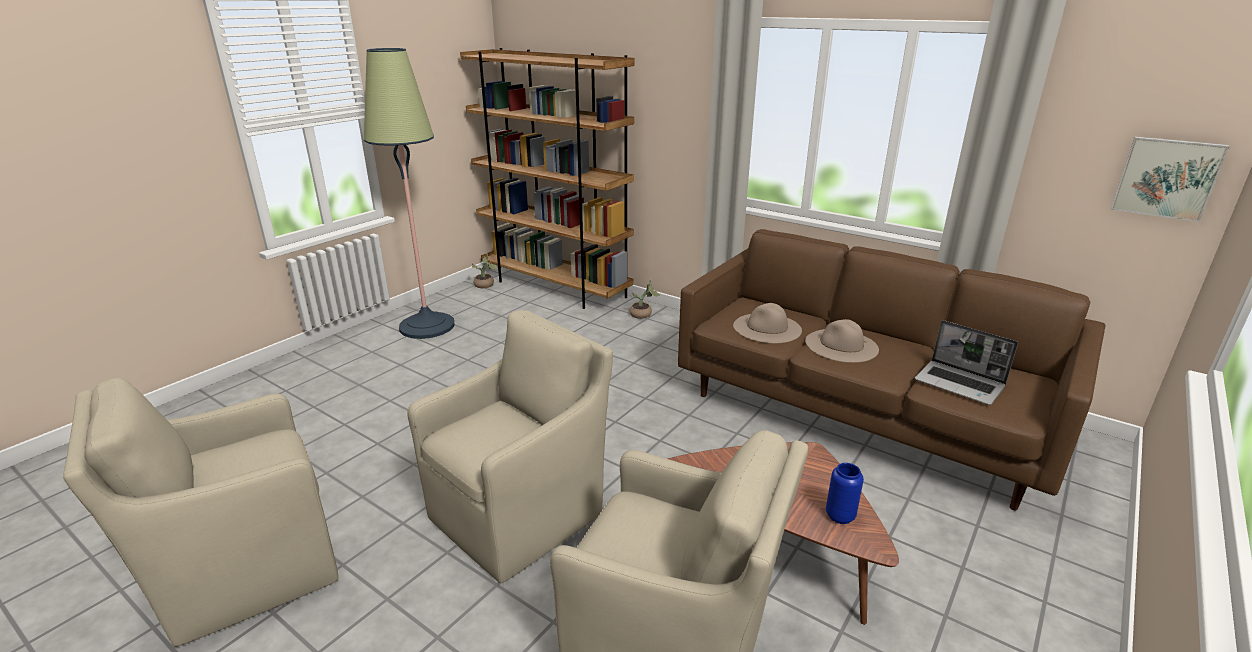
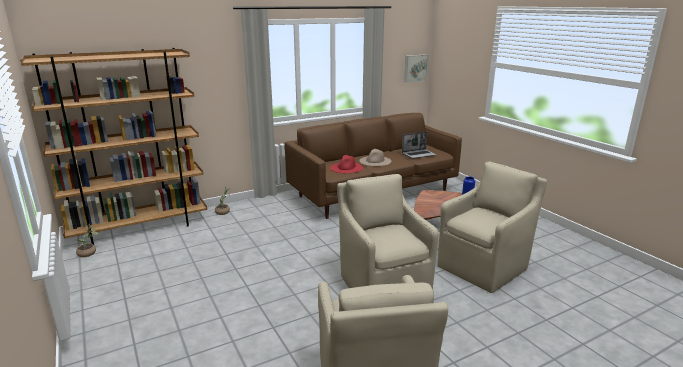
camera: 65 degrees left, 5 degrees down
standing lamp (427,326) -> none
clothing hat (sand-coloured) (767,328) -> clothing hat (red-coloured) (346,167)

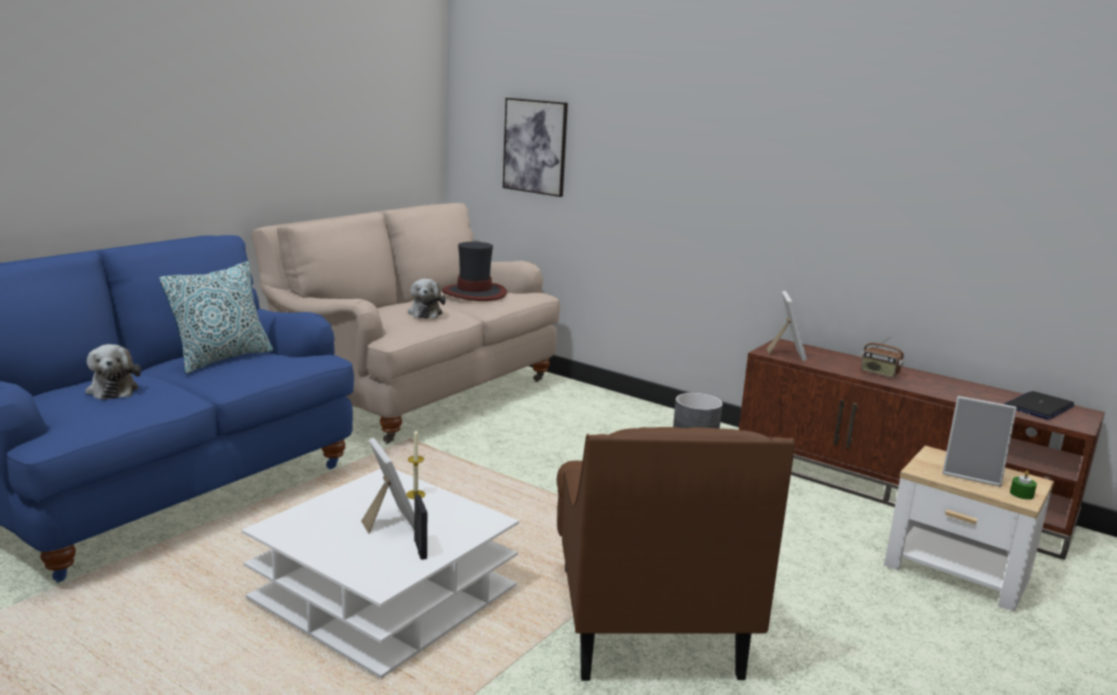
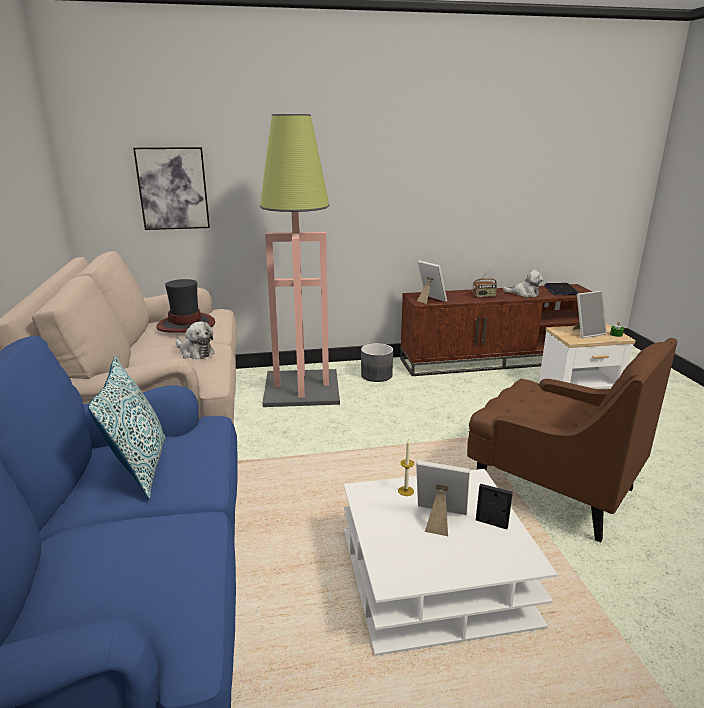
camera: 45 degrees left, 5 degrees up
soft toy (113,389) -> soft toy (524,294), shifted
none -> standing lamp (302,388)

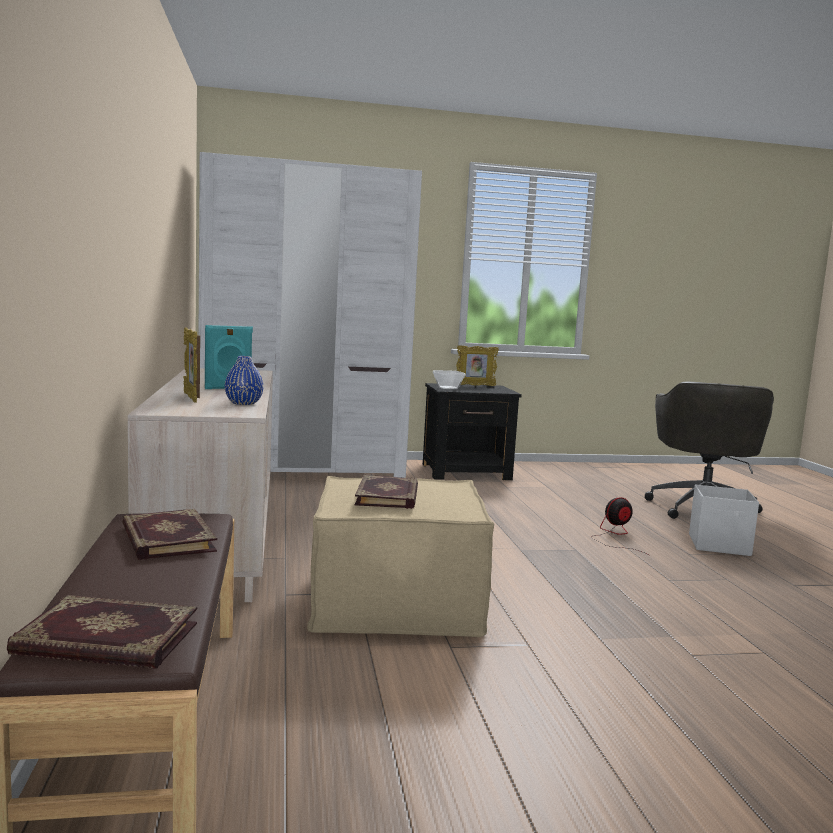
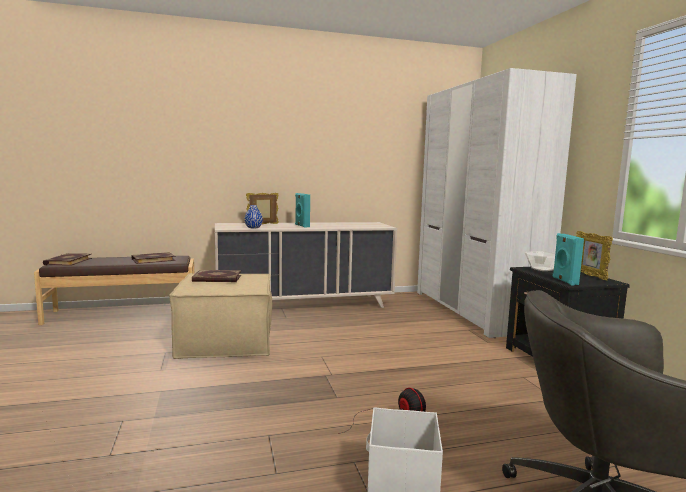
camera: 85 degrees right, 0 degrees up
none -> speaker (turquoise-coloured) (564,281)

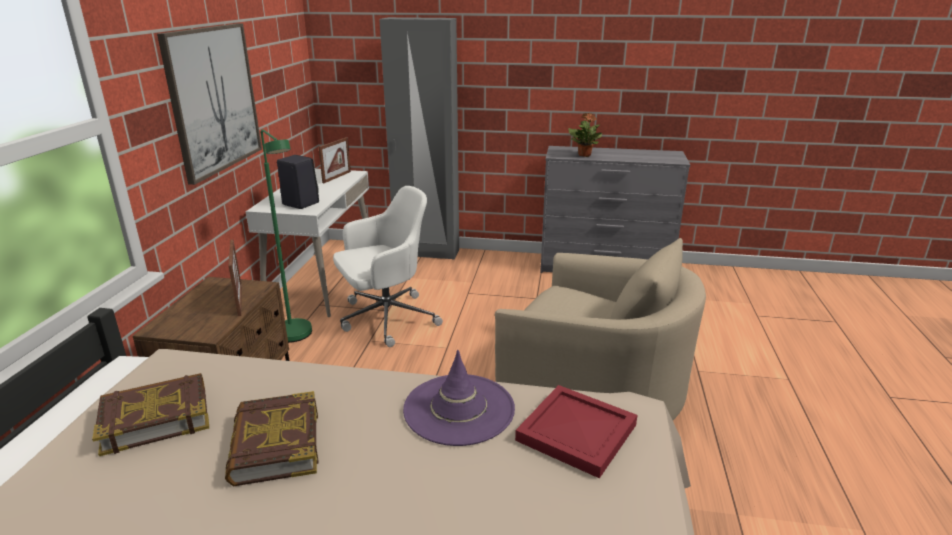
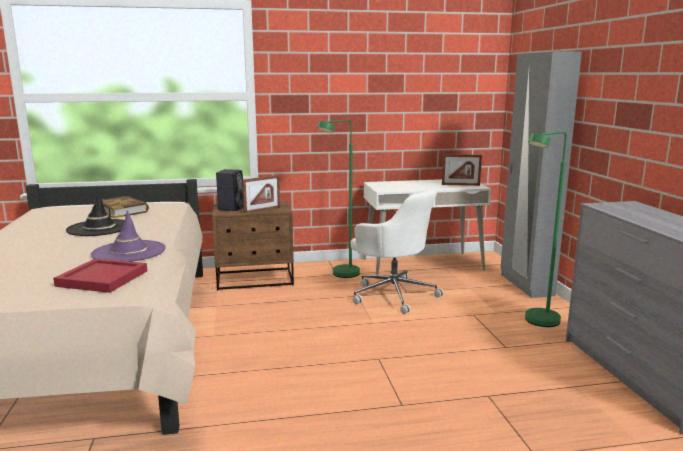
camera: 70 degrees right, 10 degrees down
wall picture (213,99) -> none
volume (275,444) -> clothing hat (black) (99,228)
speaker (black) (299,203) -> speaker (black) (231,208), shifted
easy chair (sand-coloured) (595,387) -> none
plant in a pot (584,155) -> none
none -> standing lamp (green-coloured) (537,322)

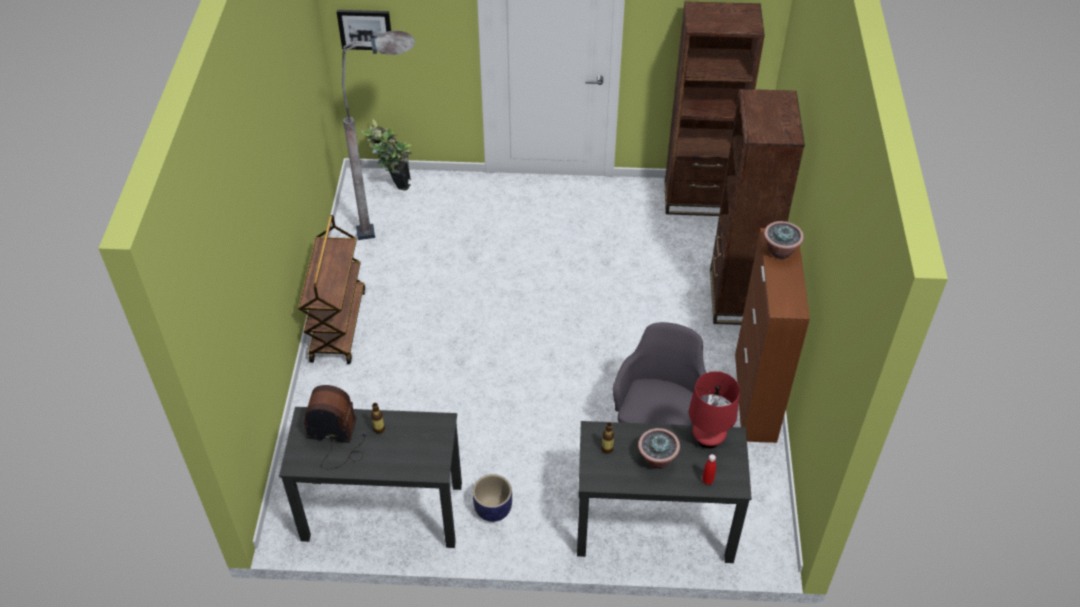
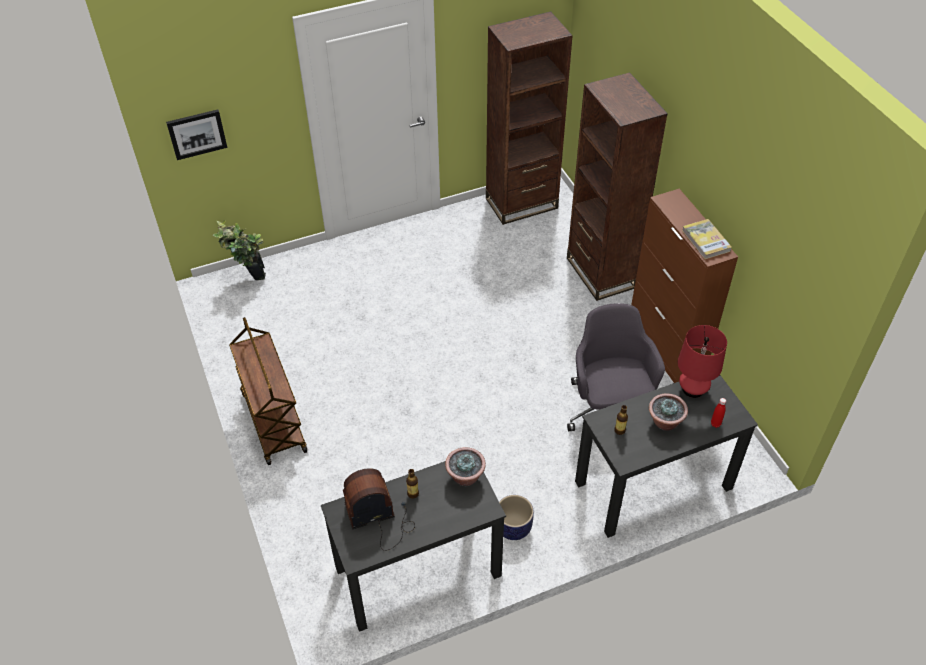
camera: 25 degrees left, 0 degrees up
standing lamp (greyish) (400,229) -> none
plant in a pot (780,251) -> plant in a pot (465,477), shifted
none -> volume (706,241)

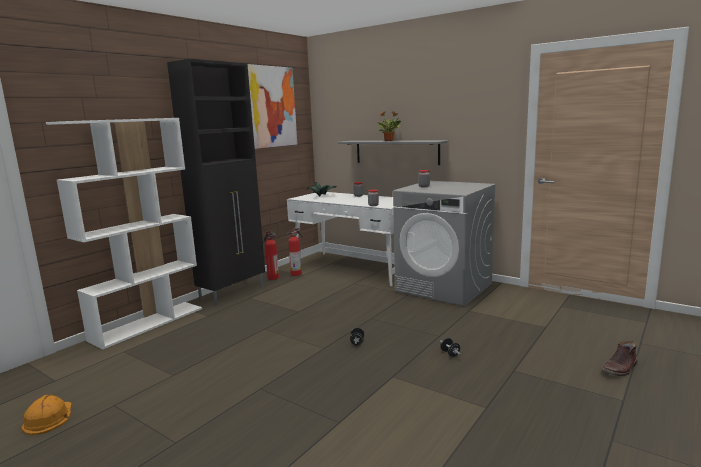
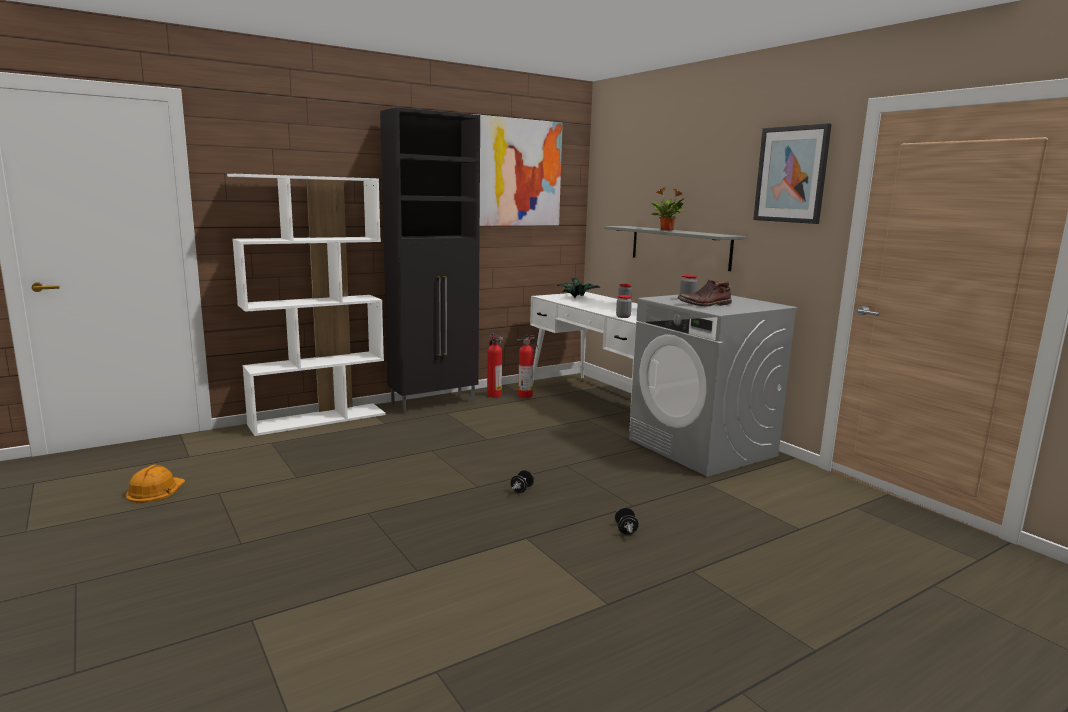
camera: 20 degrees right, 0 degrees up
tall boot (brownish) (620,368) -> tall boot (brownish) (705,304), shifted
none -> wall picture (791,174)

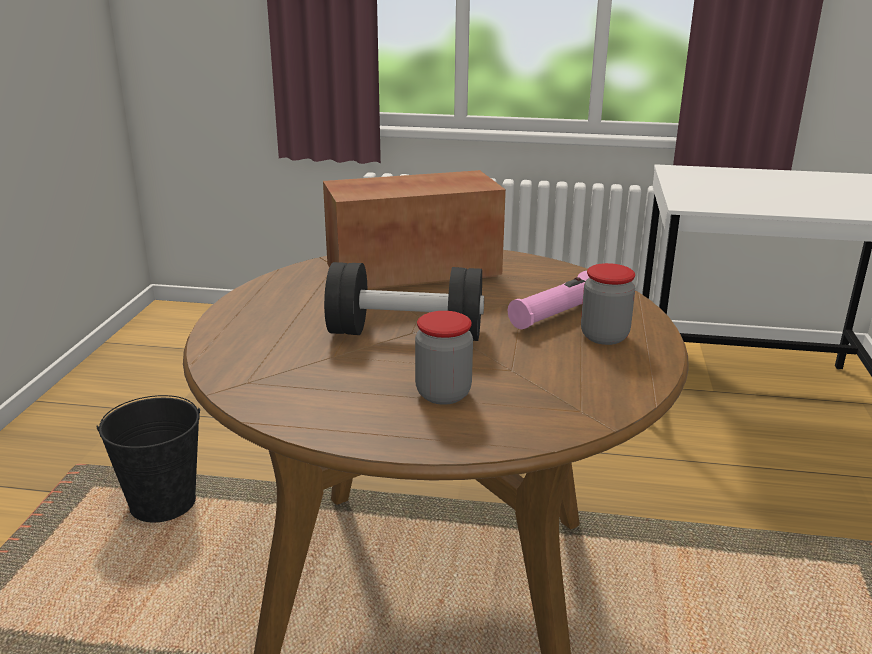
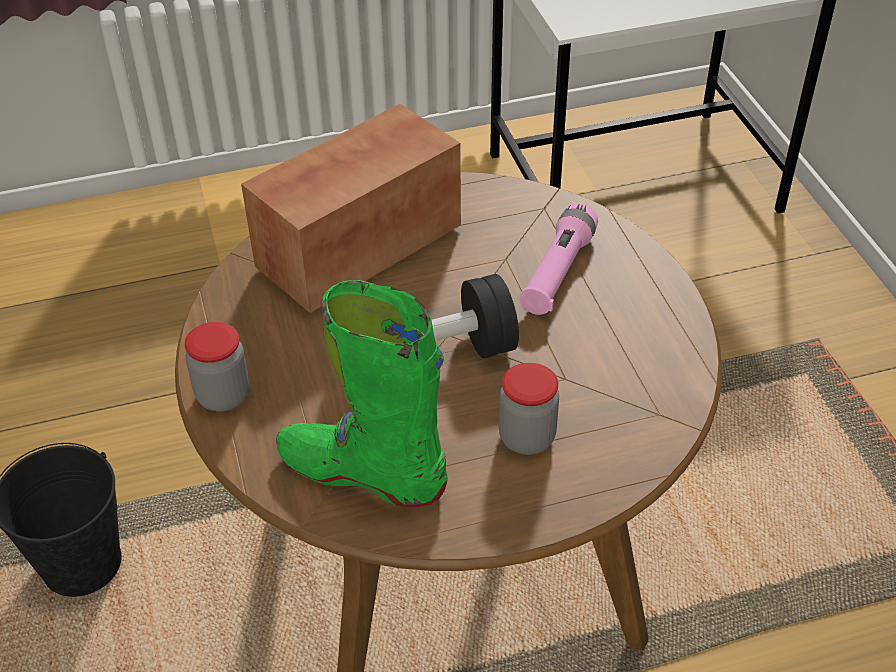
camera: 25 degrees left, 20 degrees up
storage jar (604,336) -> storage jar (223,396), shifted
none -> tall boot (green-coloured) (363,473)

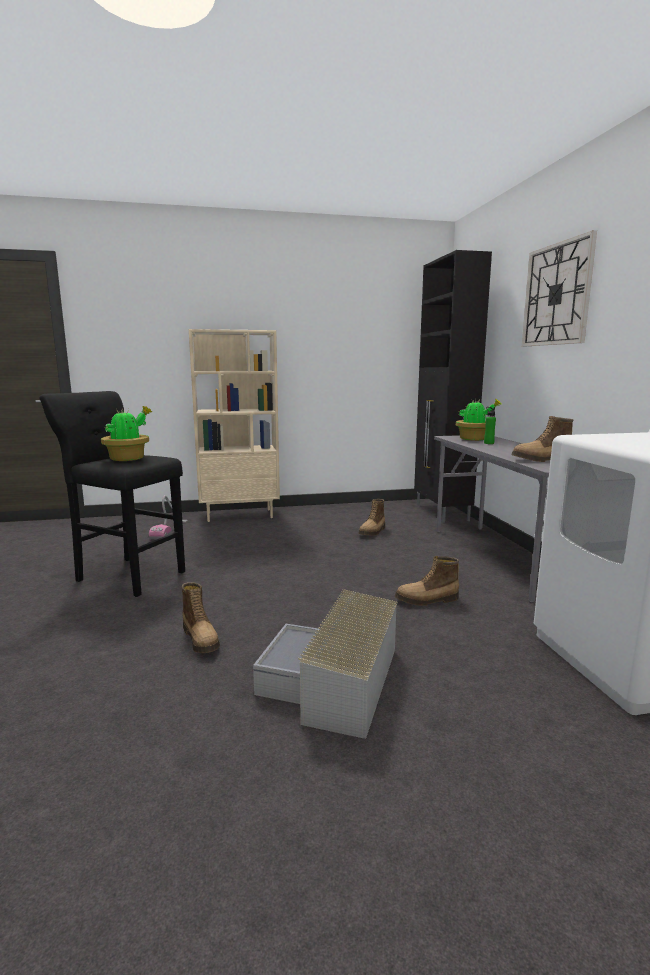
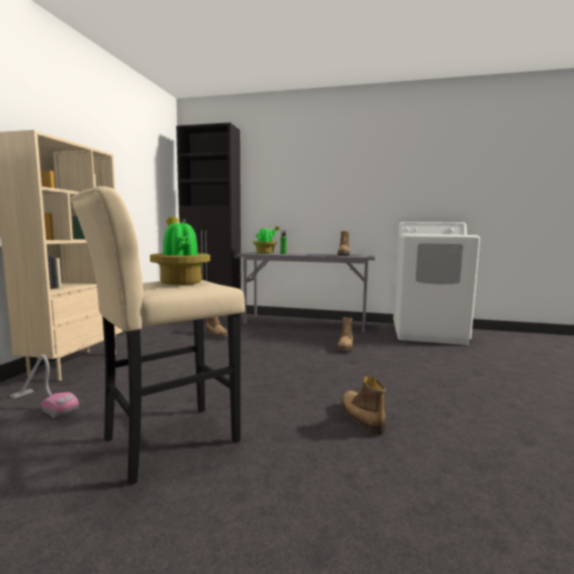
camera: 65 degrees left, 5 degrees down
stool (black) (128,575) -> stool (sand-coloured) (164,443)
tall boot (201,639) -> tall boot (360,418), 105 degrees counterclockwise
storage box (greyish) (334,682) -> none
hanging clock (557,294) -> none

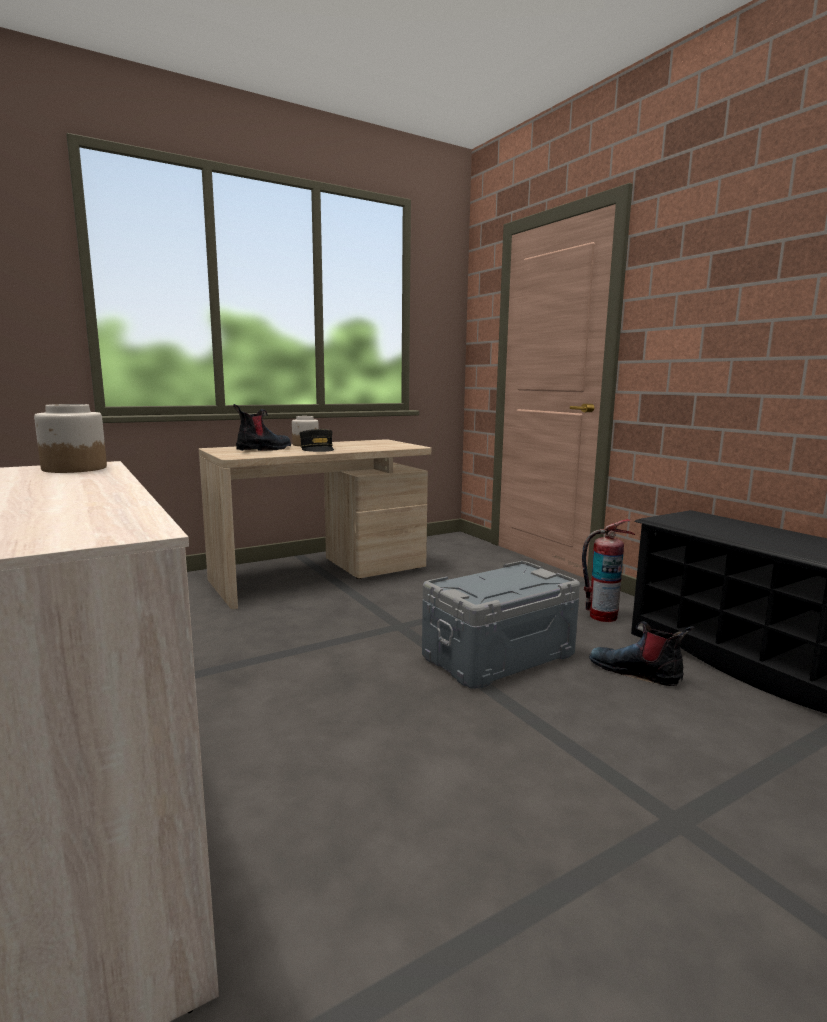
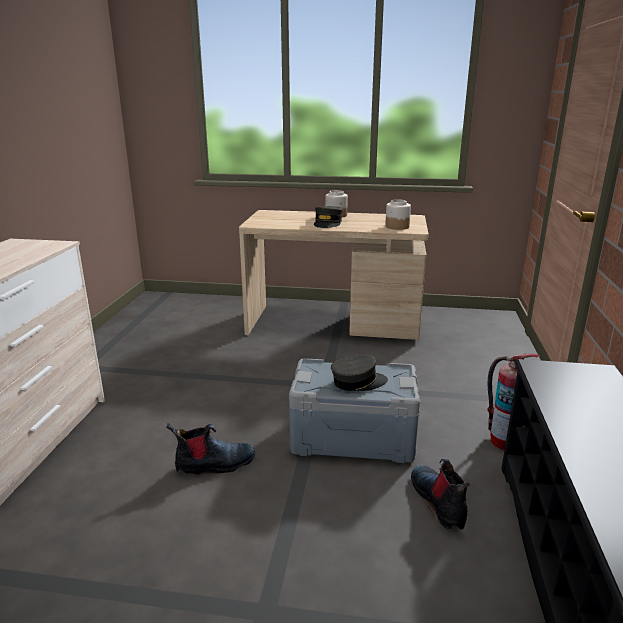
camera: 40 degrees right, 10 degrees up
storage jar (74,468) -> storage jar (397,226), shifted
tall boot (264,449) -> tall boot (214,465), shifted
none -> baseball cap (greyish) (358,382)

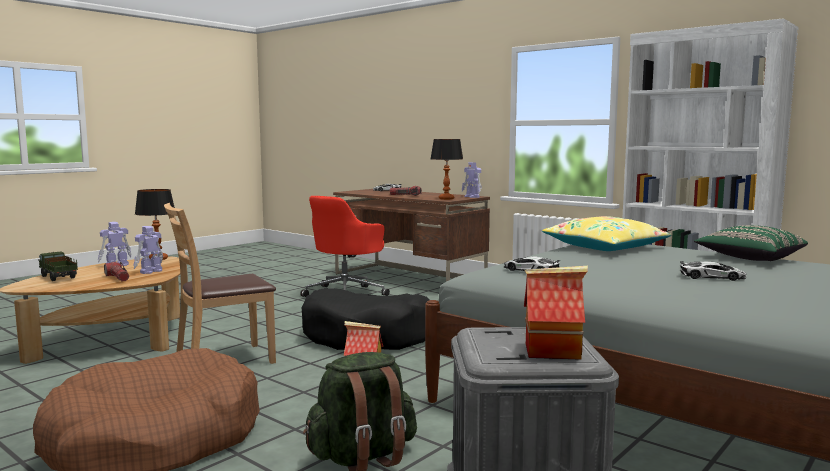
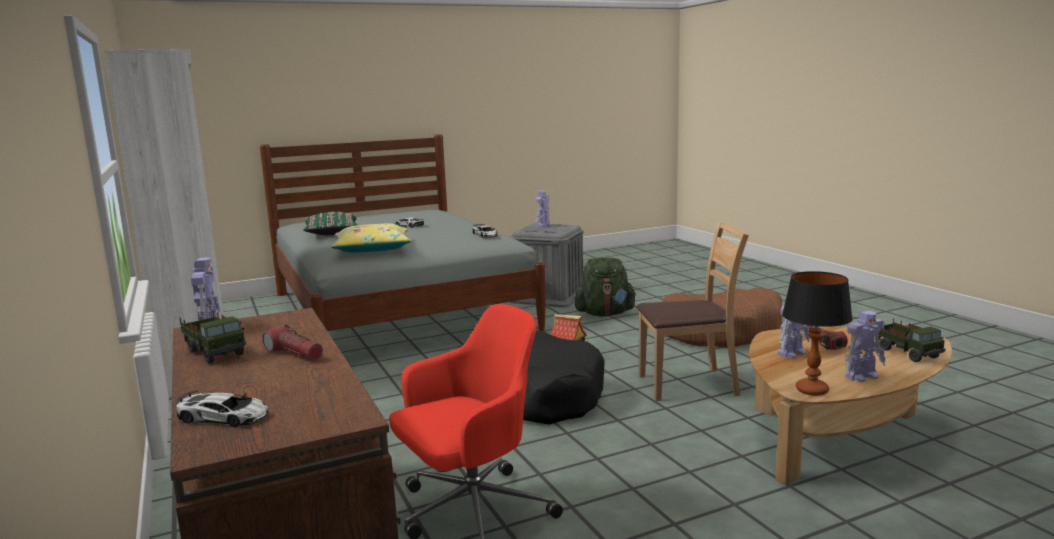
camera: 155 degrees left, 5 degrees up
tabletop lamp (446,199) -> none
toy house (553,351) -> robot figure (543,225)
none -> toy truck (215,352)

